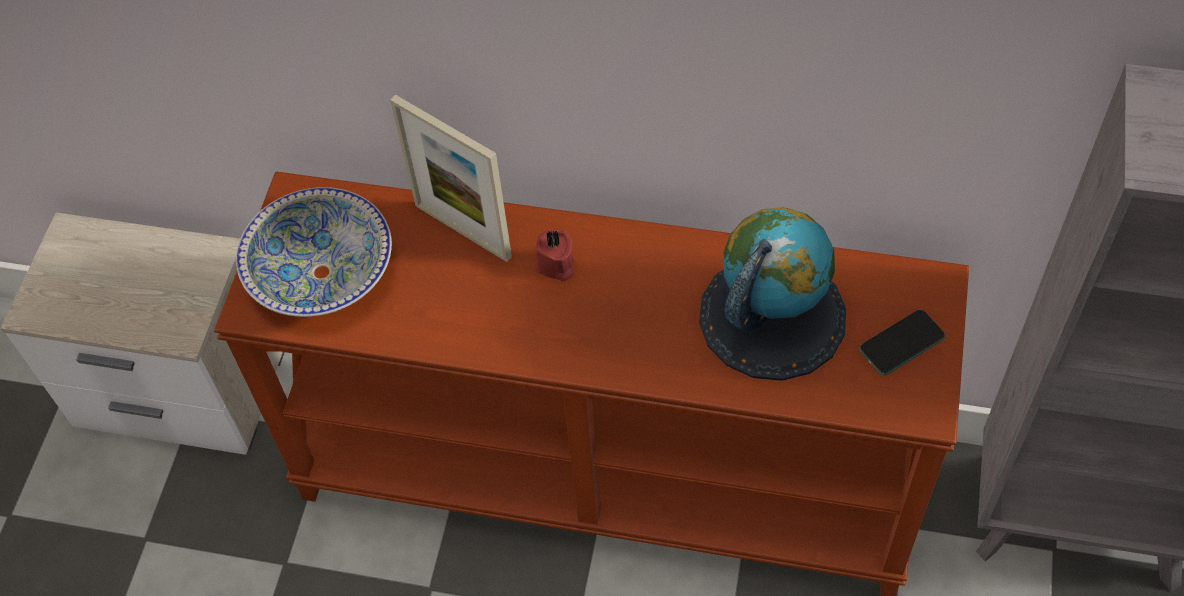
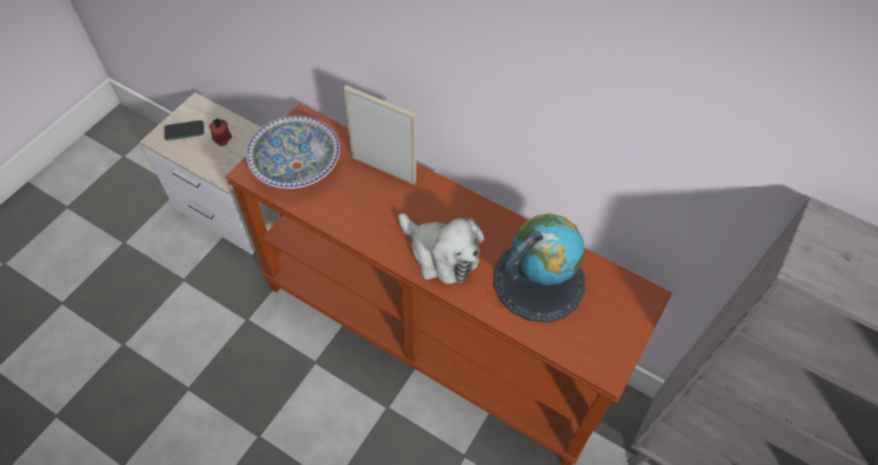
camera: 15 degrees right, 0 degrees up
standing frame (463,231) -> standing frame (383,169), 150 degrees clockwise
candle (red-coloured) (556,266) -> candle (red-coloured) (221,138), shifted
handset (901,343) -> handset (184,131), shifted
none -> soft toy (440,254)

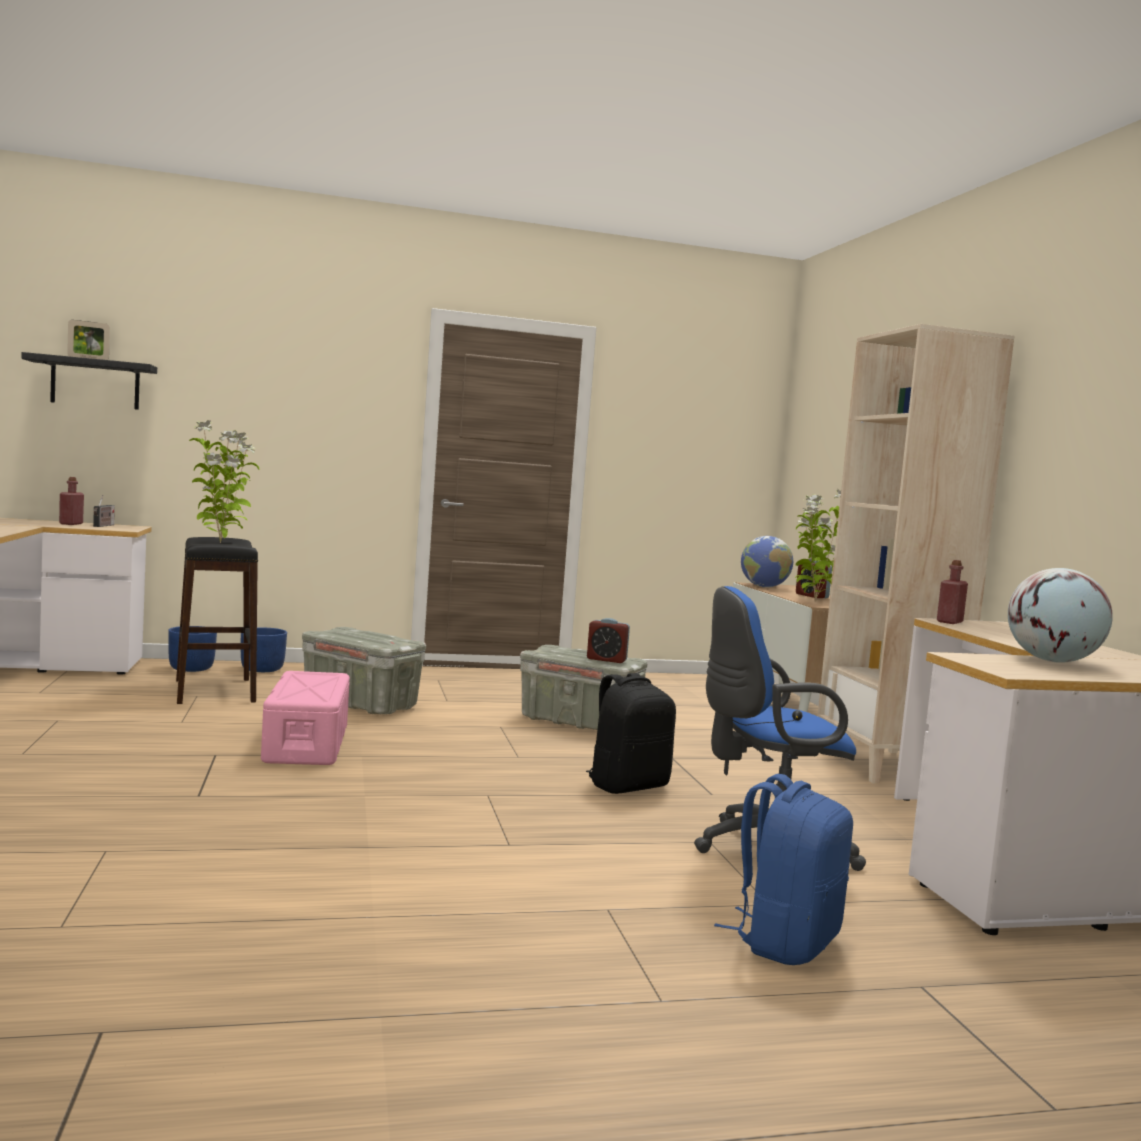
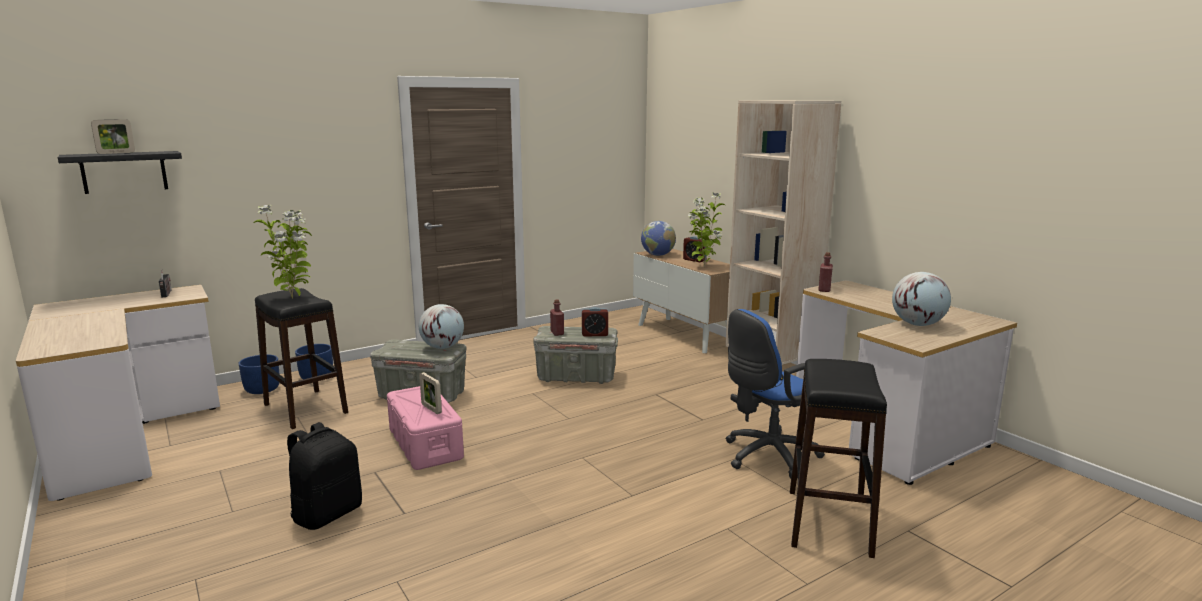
camera: 20 degrees left, 10 degrees up
beverage bottle (red-coloured) (71,524) -> beverage bottle (red-coloured) (557,333), shifted
rucksack (black) (627,786) -> rucksack (black) (327,514), shifted
rucksack (blue-coloured) (785,941) -> stool (black) (828,522)
none -> desk globe (442,347)
none -> standing frame (431,409)

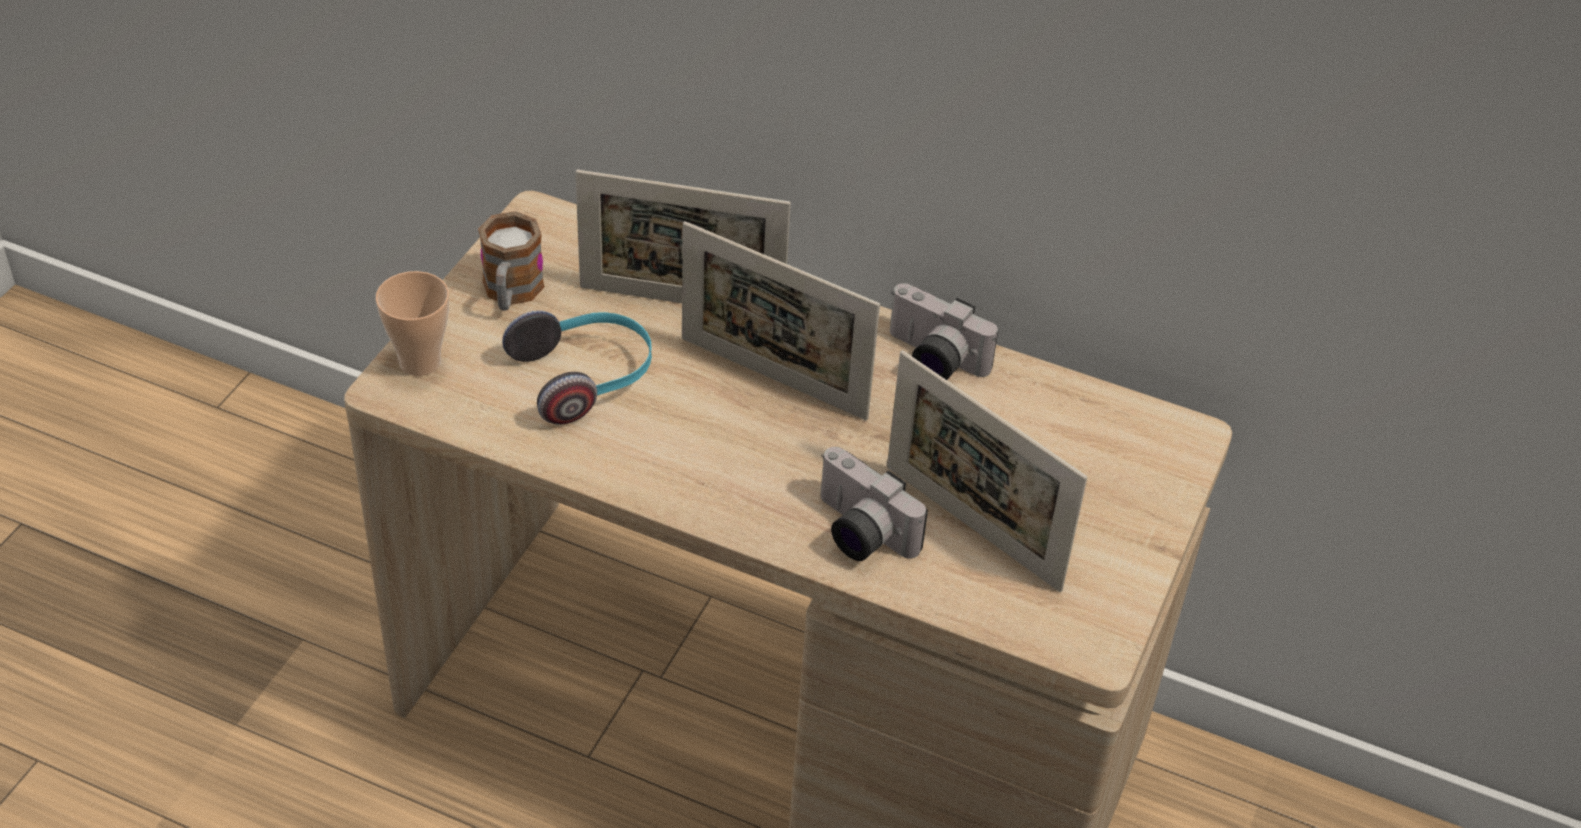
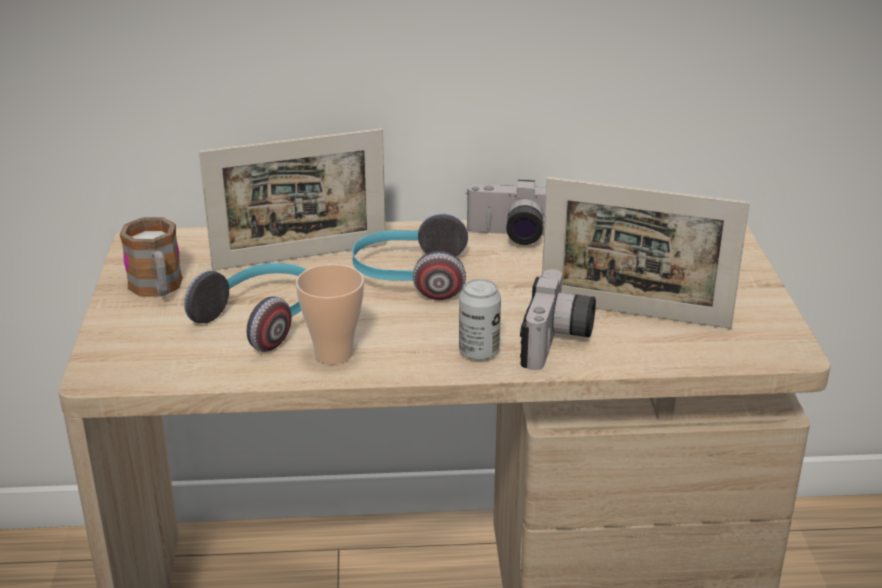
camera: 25 degrees left, 15 degrees down
drinking cup (420,362) -> drinking cup (333,354), shifted
standing frame (773,378) -> headset (410,277)
still camera (857,533) -> still camera (558,342), 90 degrees counterclockwise
none -> can (479,352)

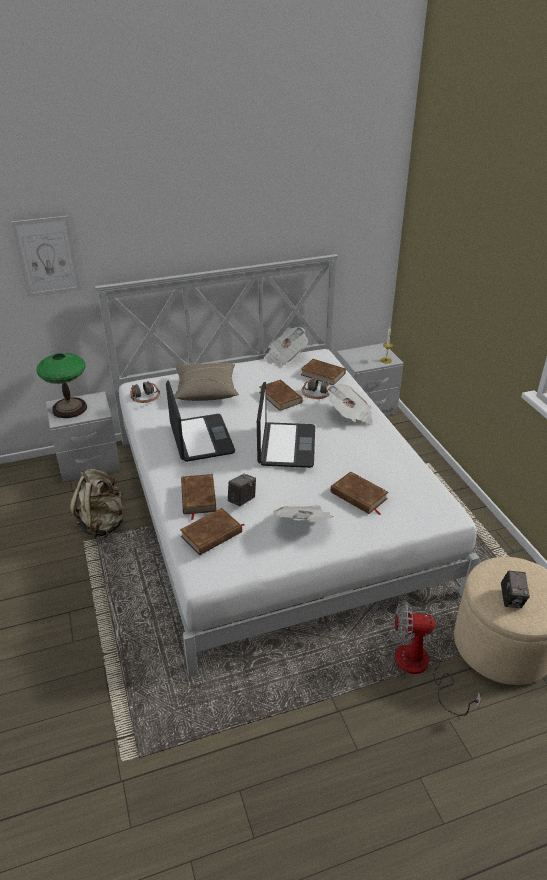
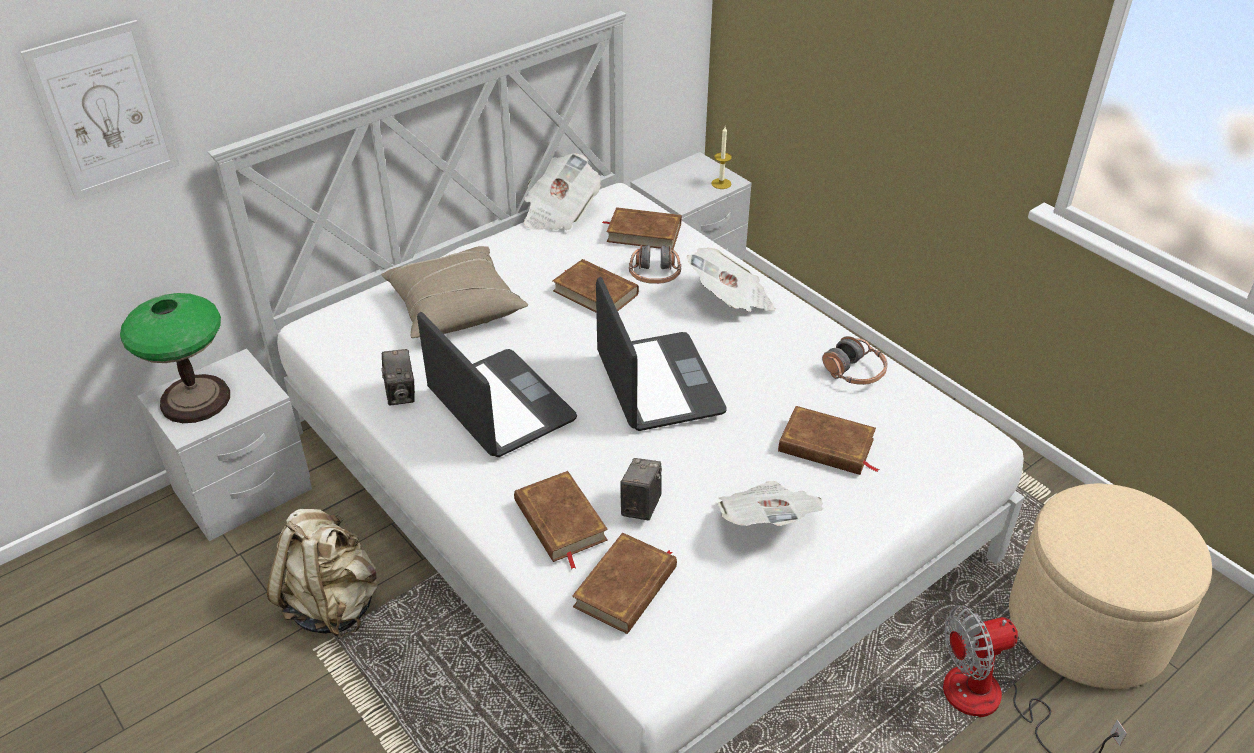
camera: 20 degrees left, 5 degrees up
headset (145,399) -> headset (854,372), shifted
still camera (511,599) -> still camera (401,393), shifted

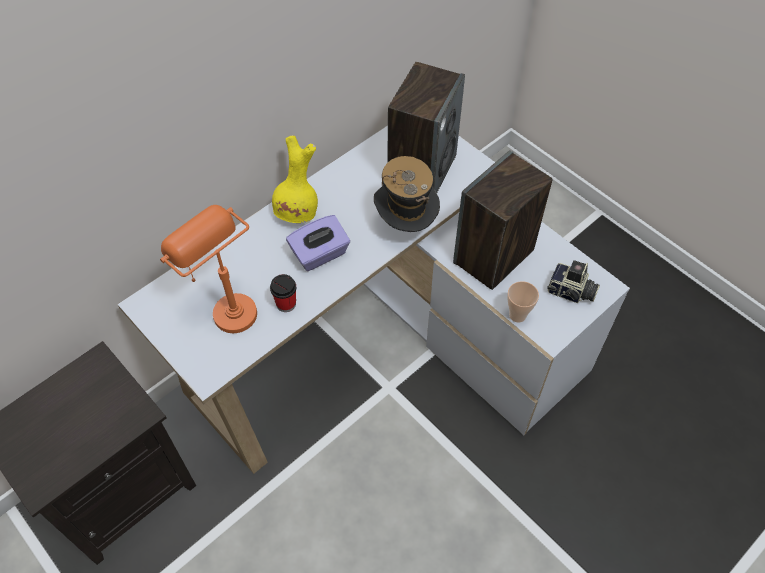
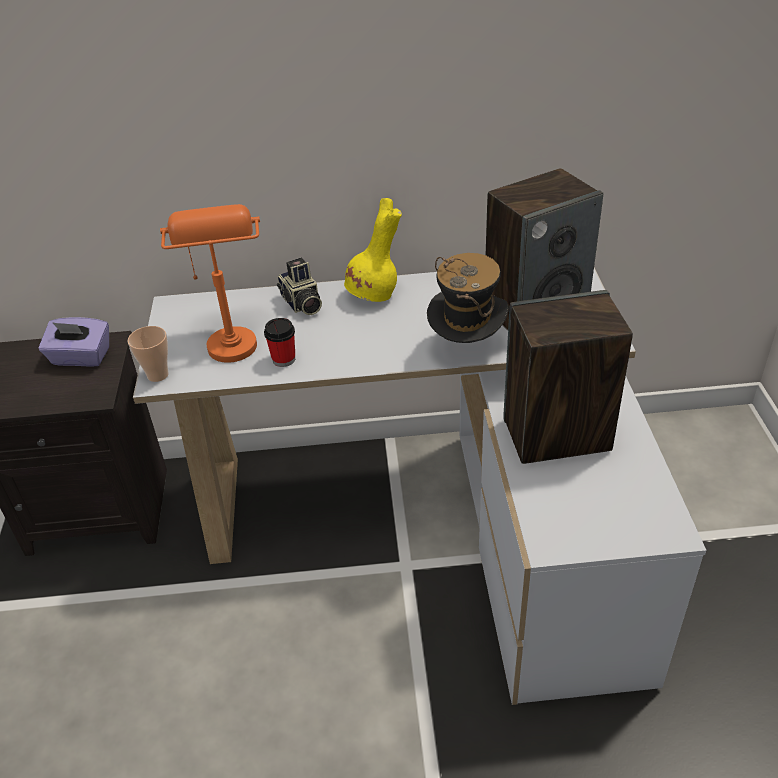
camera: 40 degrees right, 15 degrees down
tissue box (purplish) (320,254) -> tissue box (purplish) (81,357), shifted
drinking cup (517,315) -> drinking cup (157,375), shifted
still camera (571,292) -> still camera (301,304), shifted

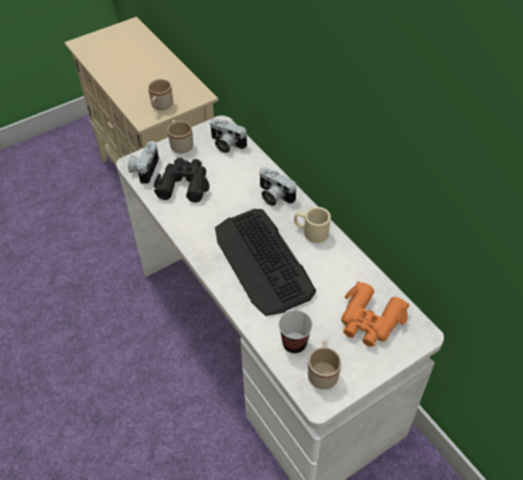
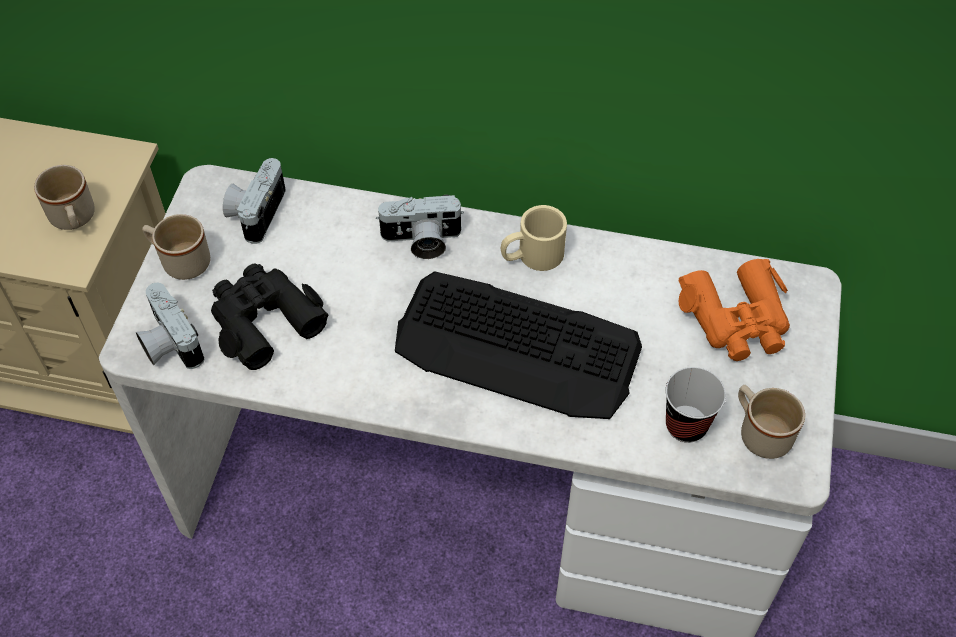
camera: 45 degrees left, 5 degrees up
still camera (226,144) -> still camera (255,211), 120 degrees clockwise

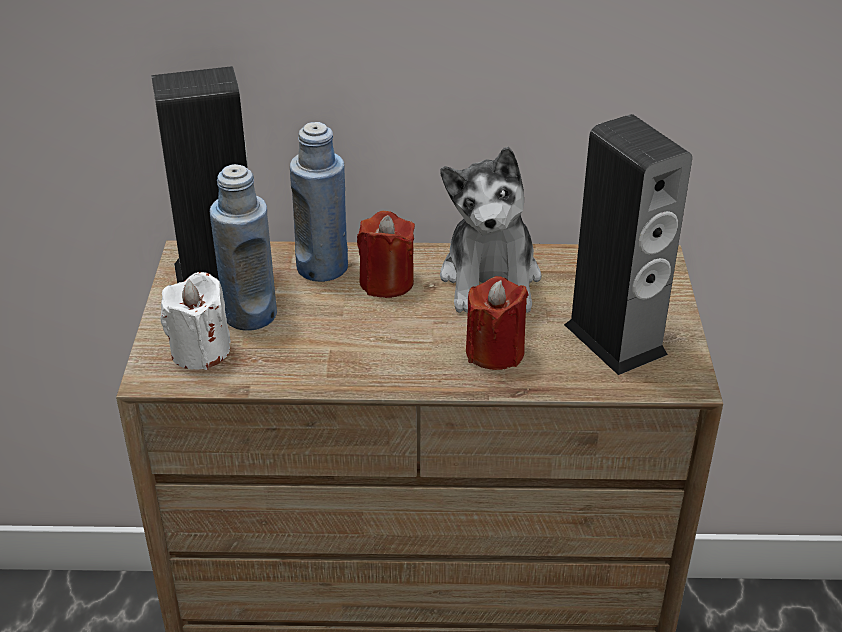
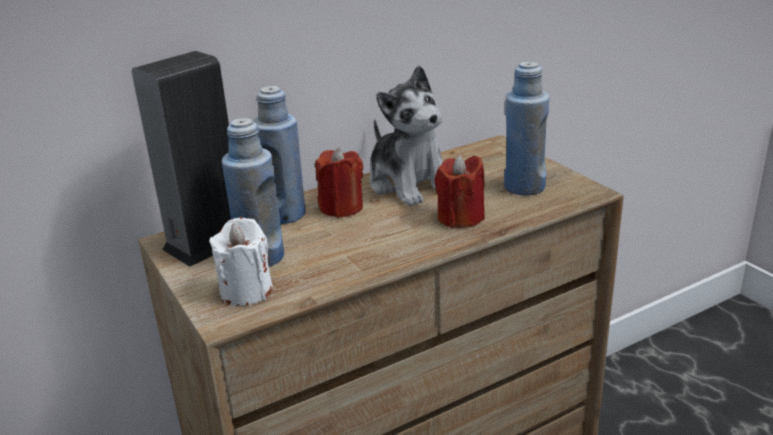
camera: 30 degrees left, 10 degrees down
speaker (615,339) -> beverage bottle (blue-coloured) (524,187)

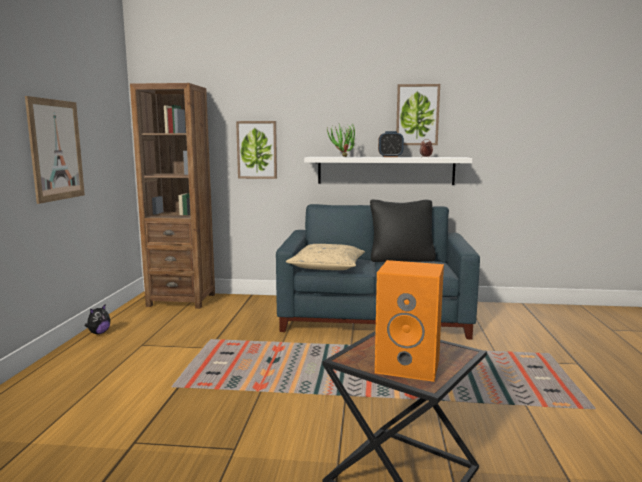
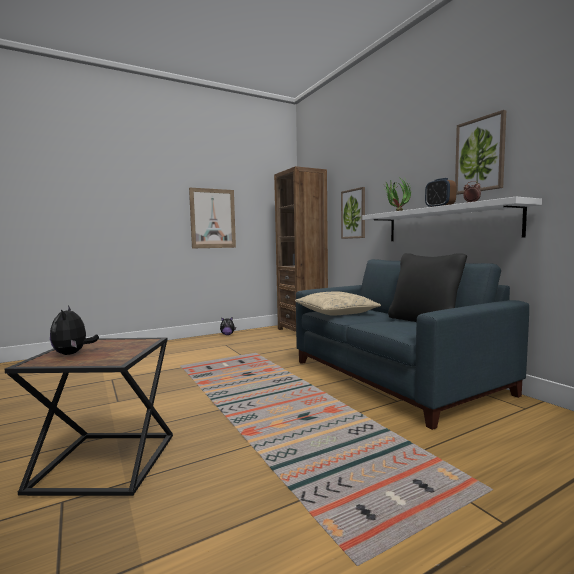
camera: 55 degrees right, 5 degrees down
speaker (orange-coloured) (409,365) -> soft toy (73,354)

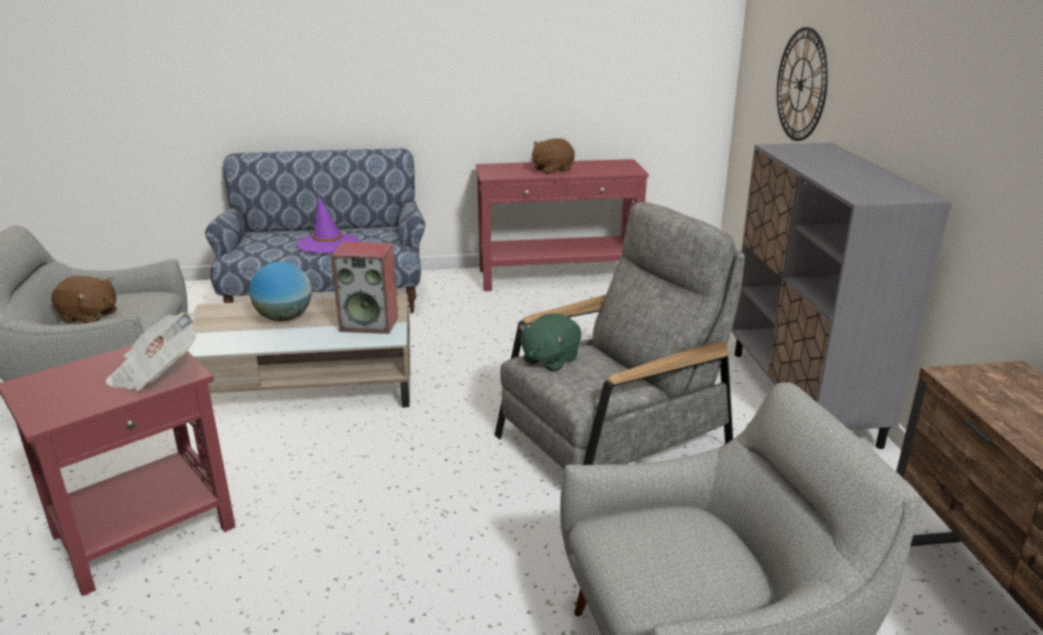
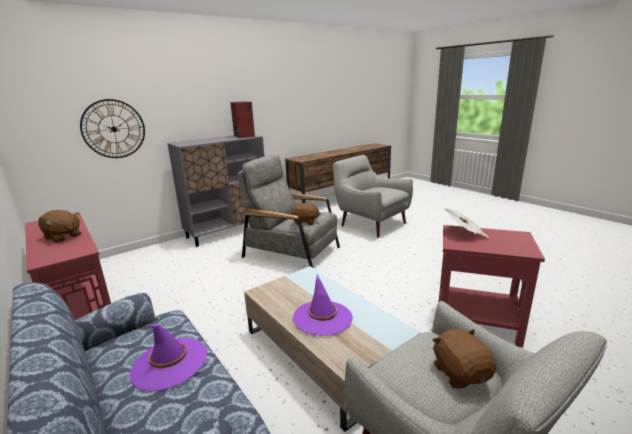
camera: 120 degrees left, 5 degrees down
desk globe (284,318) -> clothing hat (purplish) (322,318)
speaker (370,323) -> speaker (243,136), shifted
soft toy (green-coloured) (549,360) -> soft toy (brownish) (305,222)

